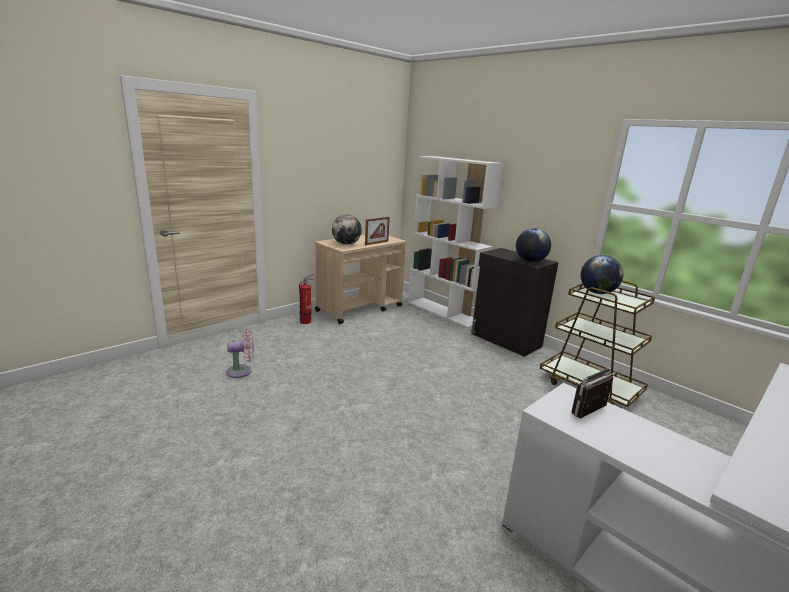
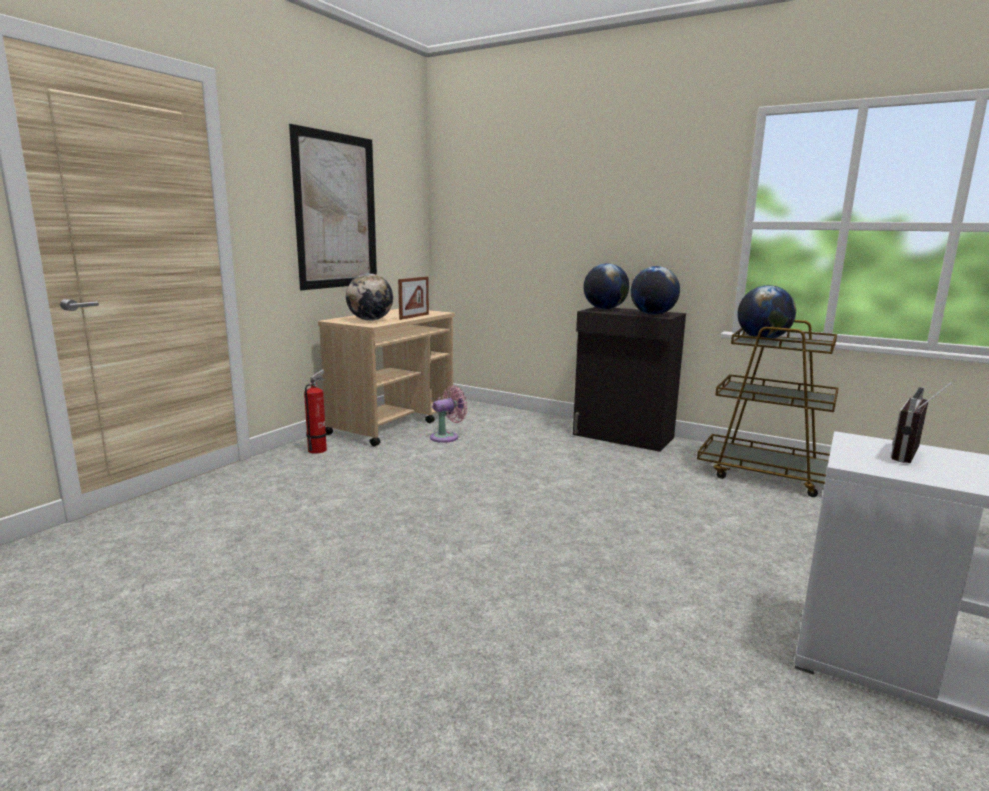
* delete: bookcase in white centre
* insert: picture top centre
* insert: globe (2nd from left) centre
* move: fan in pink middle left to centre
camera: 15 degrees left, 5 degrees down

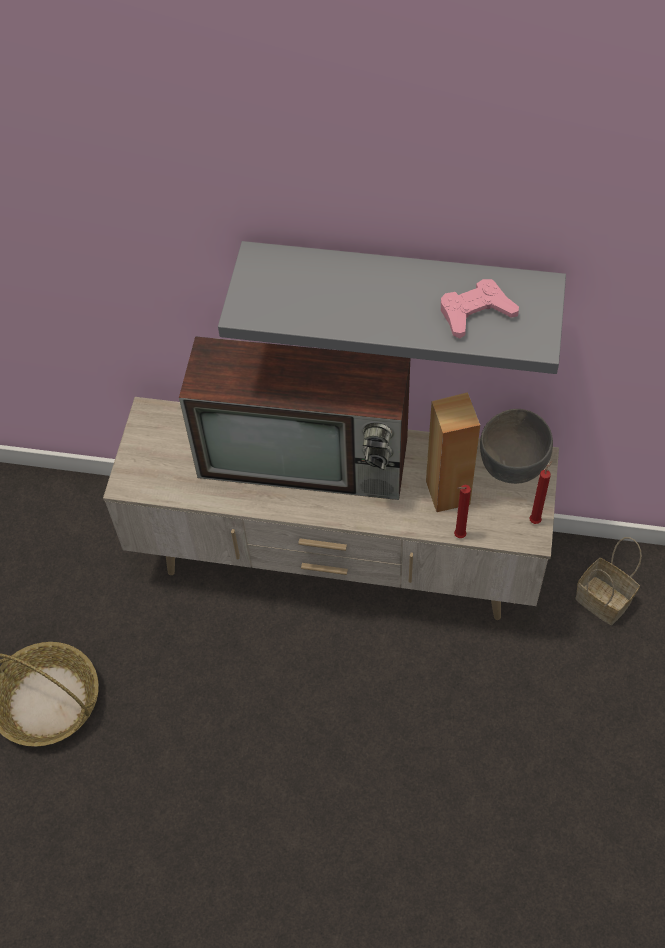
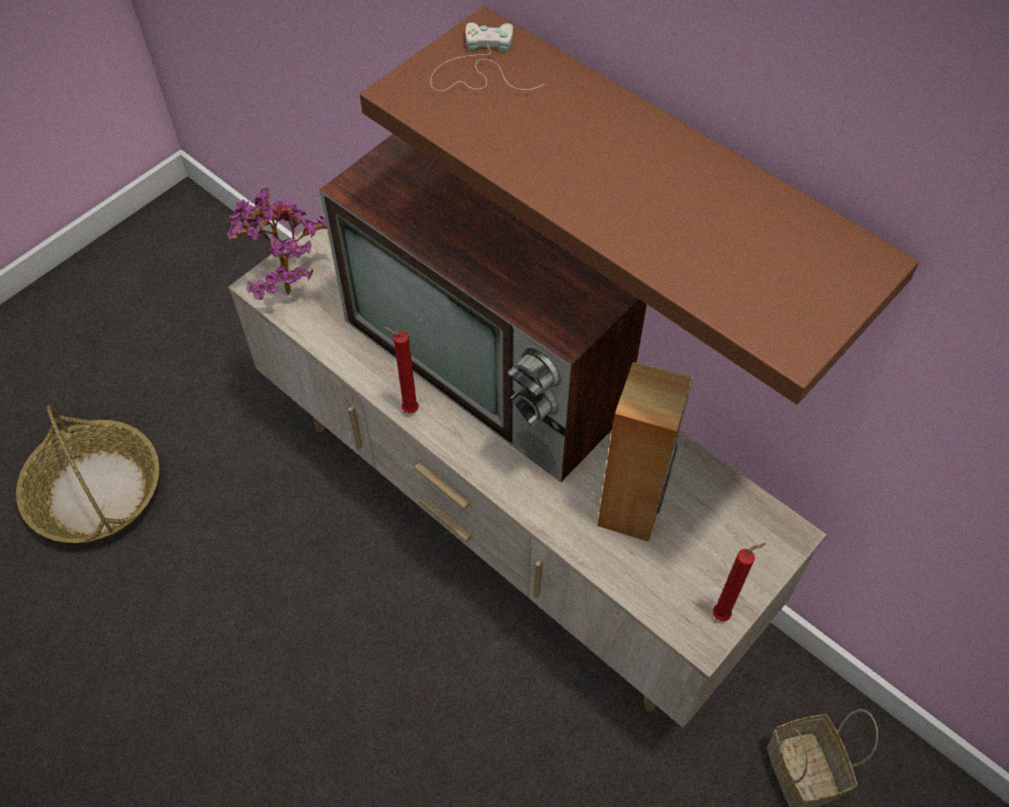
* delete: game controller in pink top right
* delete: bowl in grey middle right
* insert: potted plant top left
* insert: game controller in white top centre
* move: candle in red (1st from left) middle right to centre
* recolor: shelf in grey top centre to shelf in brown top centre
camera: 30 degrees right, 0 degrees up

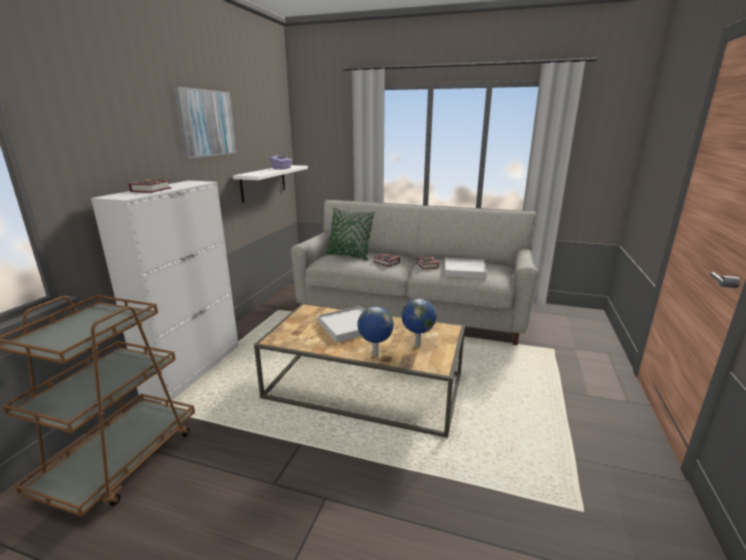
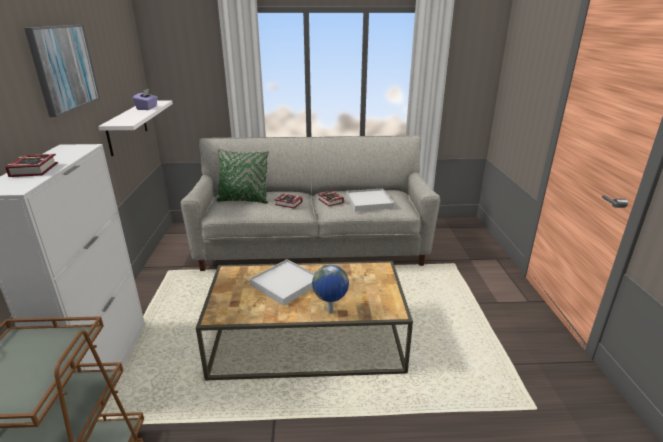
* delete: globe (2nd from left) centre
camera: 20 degrees left, 5 degrees up

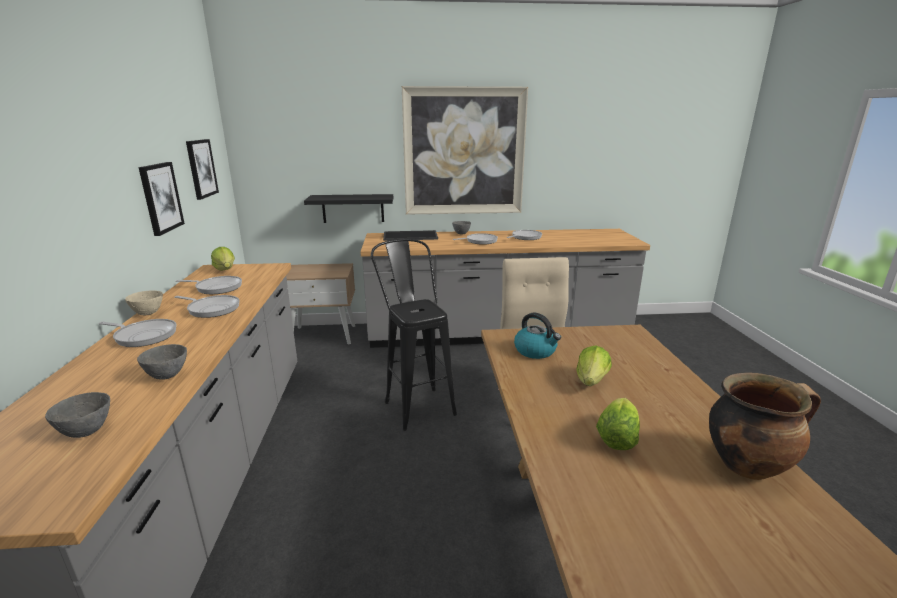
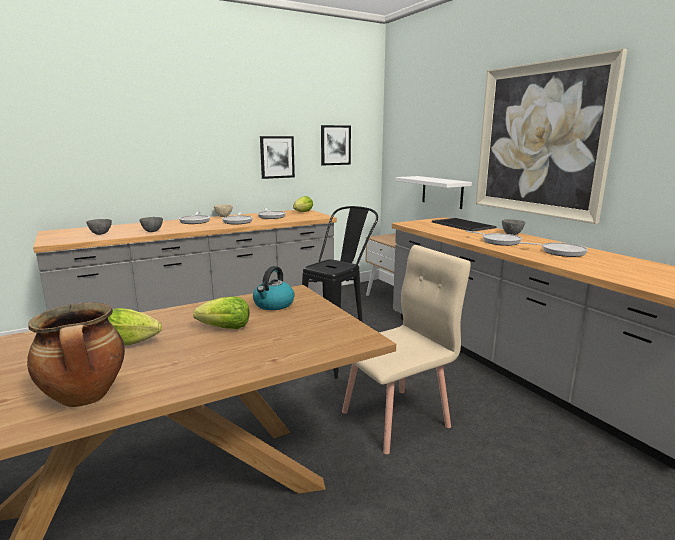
* recolor: shelf in black centre to shelf in white centre
camera: 65 degrees right, 5 degrees down

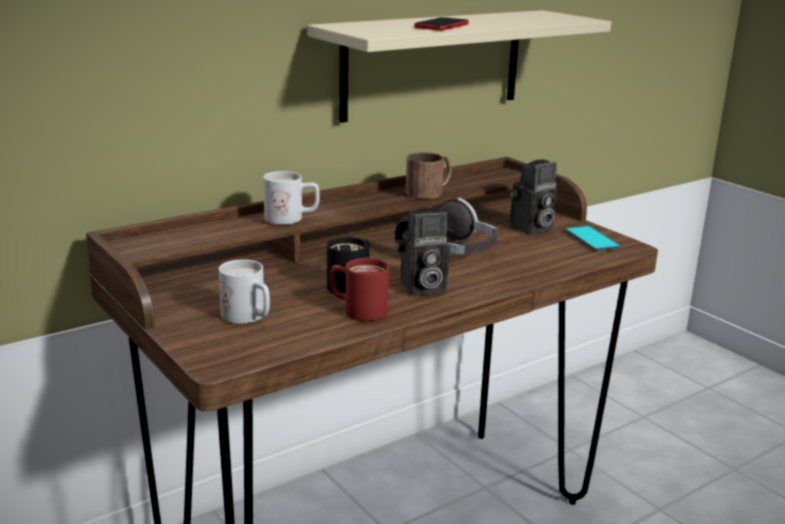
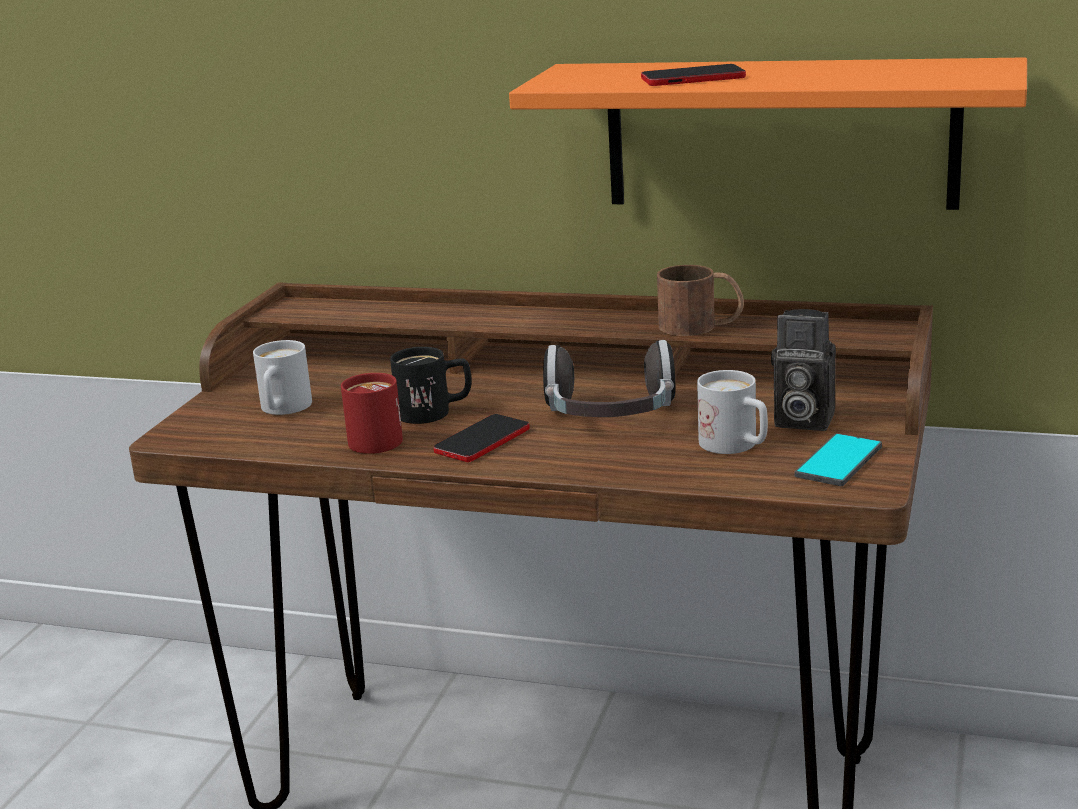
* move: mug in white (2nd from left) centre to middle right
* replace: photo camera (1st from left) centre to phone (1st from left) centre
* recolor: shelf in beige top centre to shelf in orange top right
camera: 55 degrees right, 0 degrees up

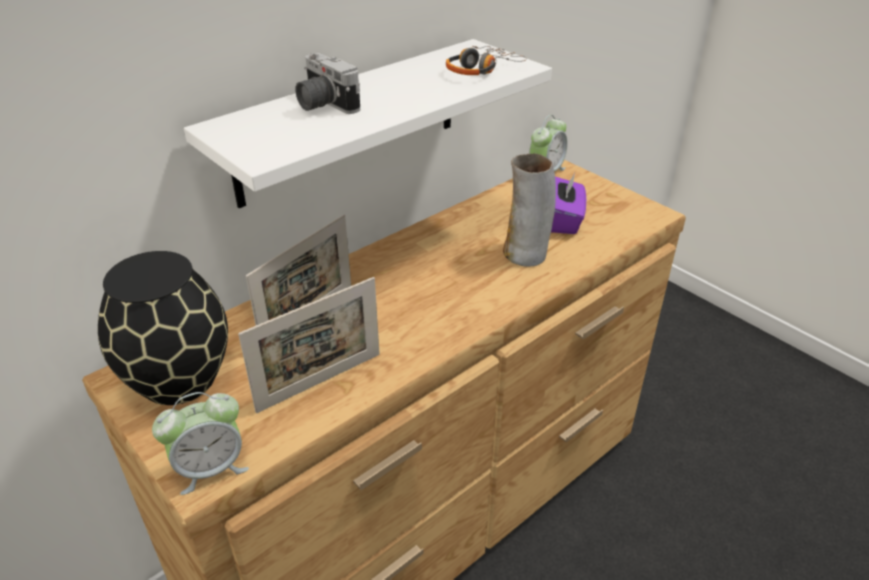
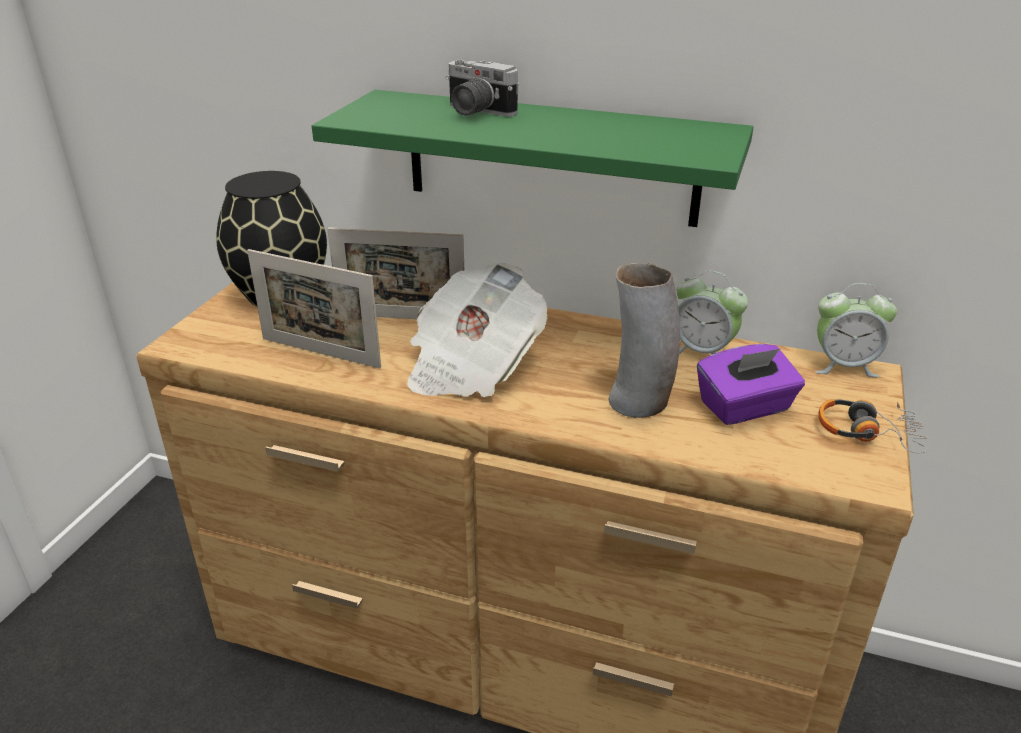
* insert: newspaper centre
* move: alarm clock (1st from left) bottom left to middle right
* move: headphones top centre to middle right
* recolor: shelf in white top centre to shelf in green top centre
* rotate: photo camera top centre = top centre 75 degrees counterclockwise
camera: 60 degrees right, 5 degrees down

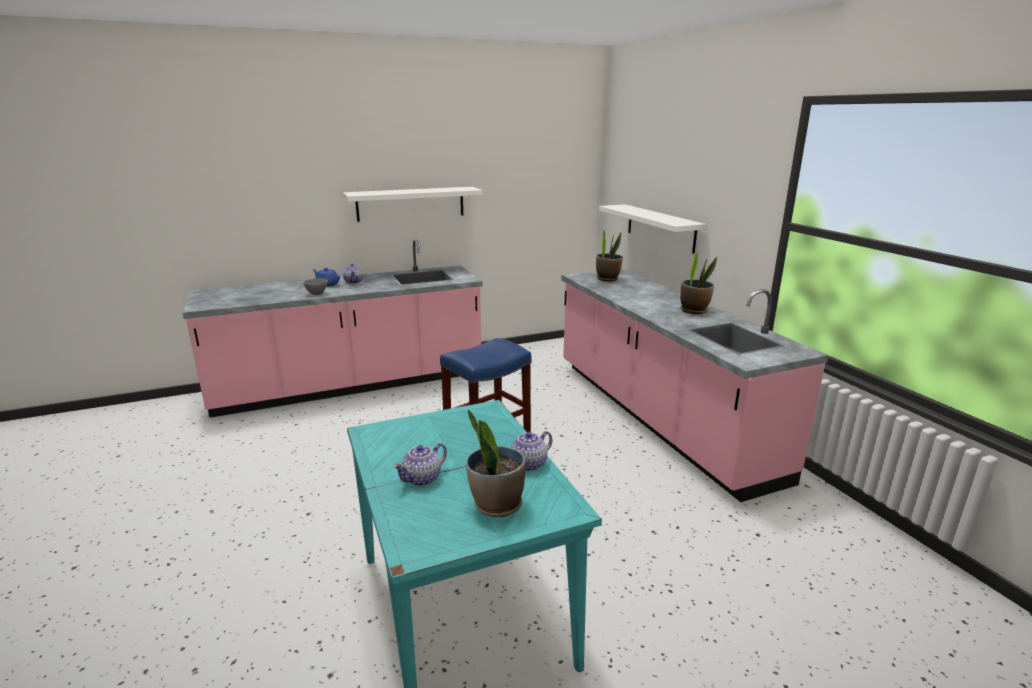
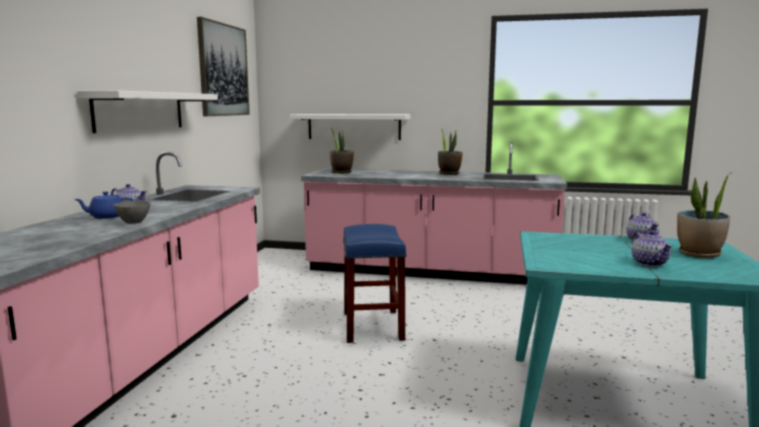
* insert: picture top left
camera: 55 degrees left, 10 degrees down

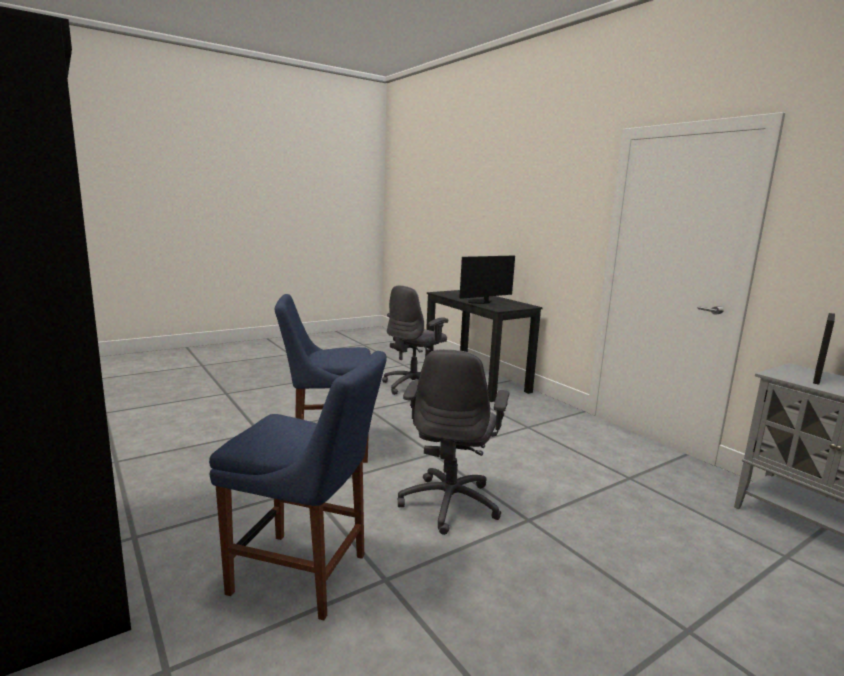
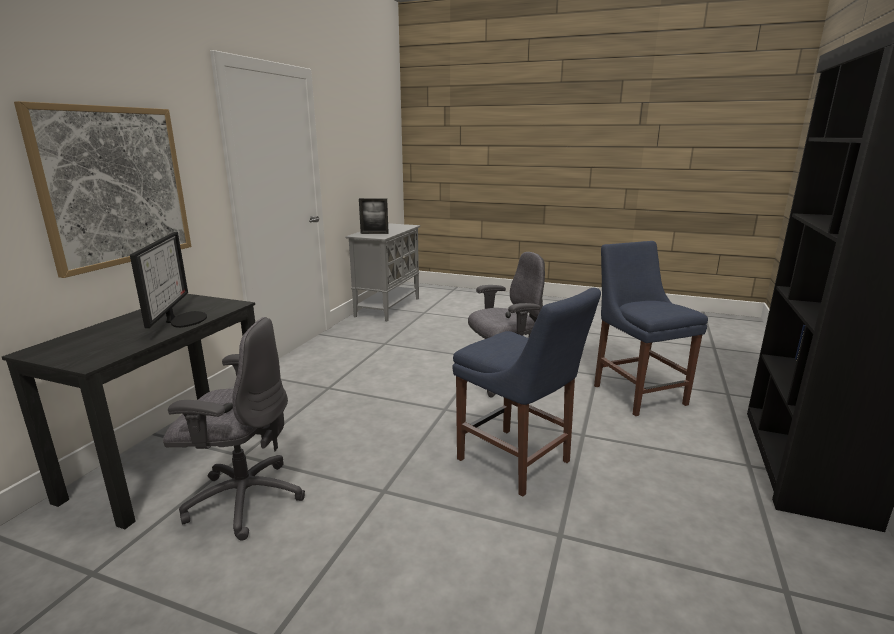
* insert: picture top left
* rotate: monitor centre = middle left 120 degrees counterclockwise
camera: 125 degrees left, 5 degrees up

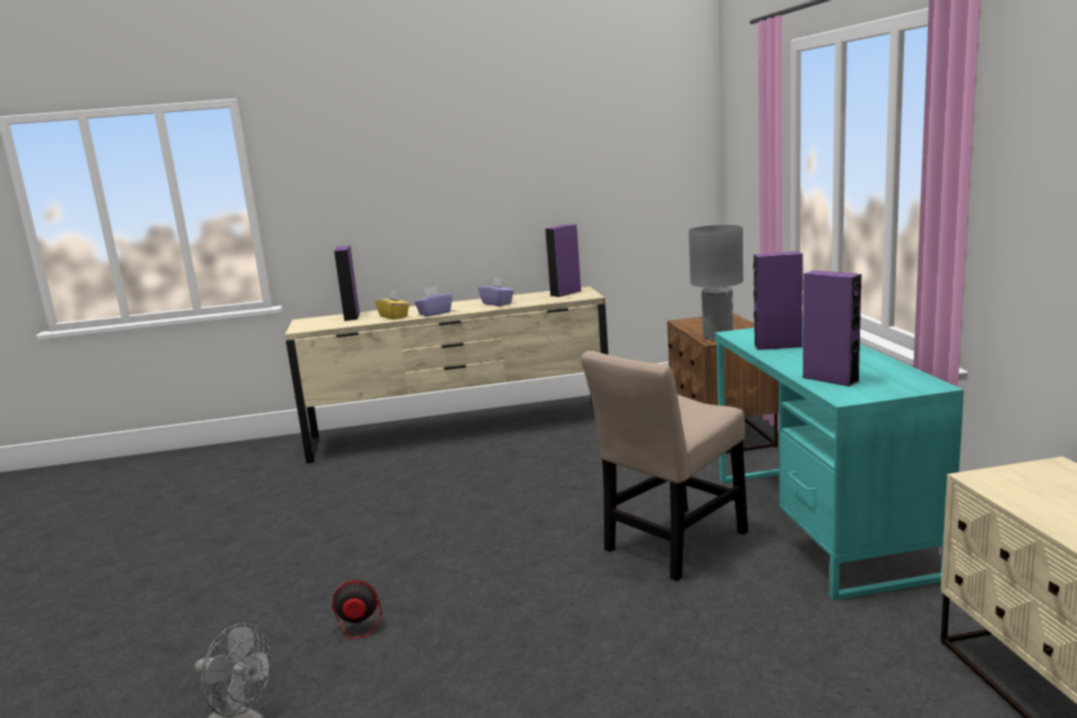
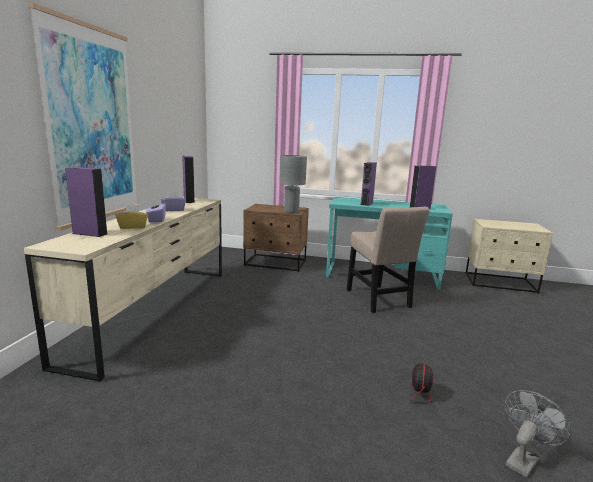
* insert: picture top left
camera: 70 degrees left, 0 degrees up

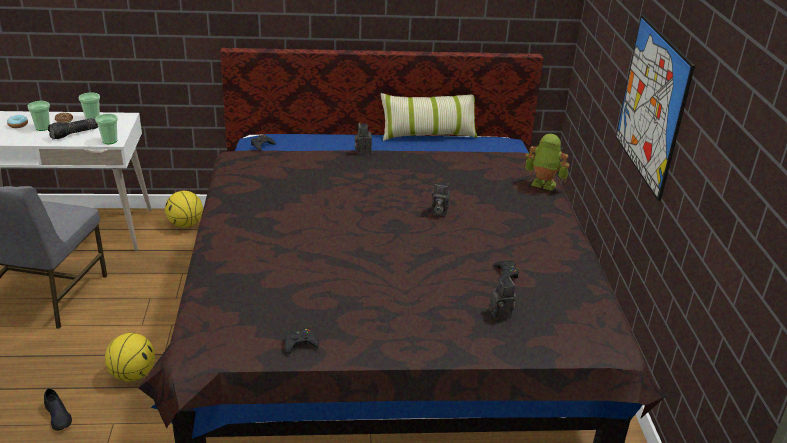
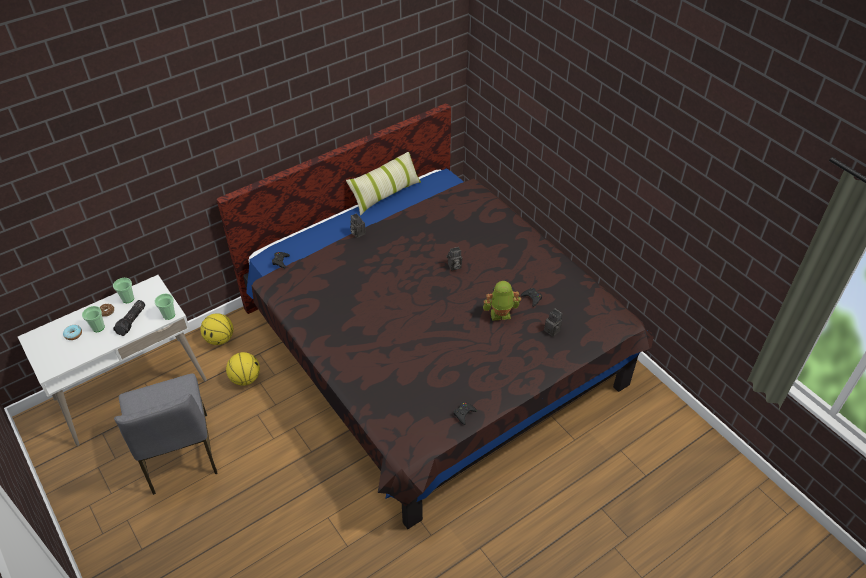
* delete: shoe in black bottom left
* delete: picture top right
* move: basketball (1st from left in the first image) bottom left to basketball (2nd from left) middle left
* move: toy robot middle right to centre
camera: 30 degrees left, 15 degrees up

